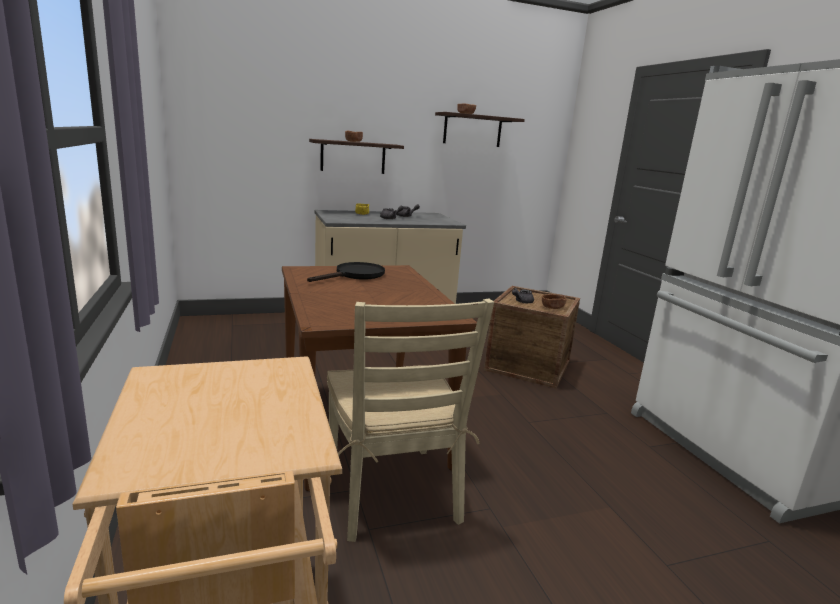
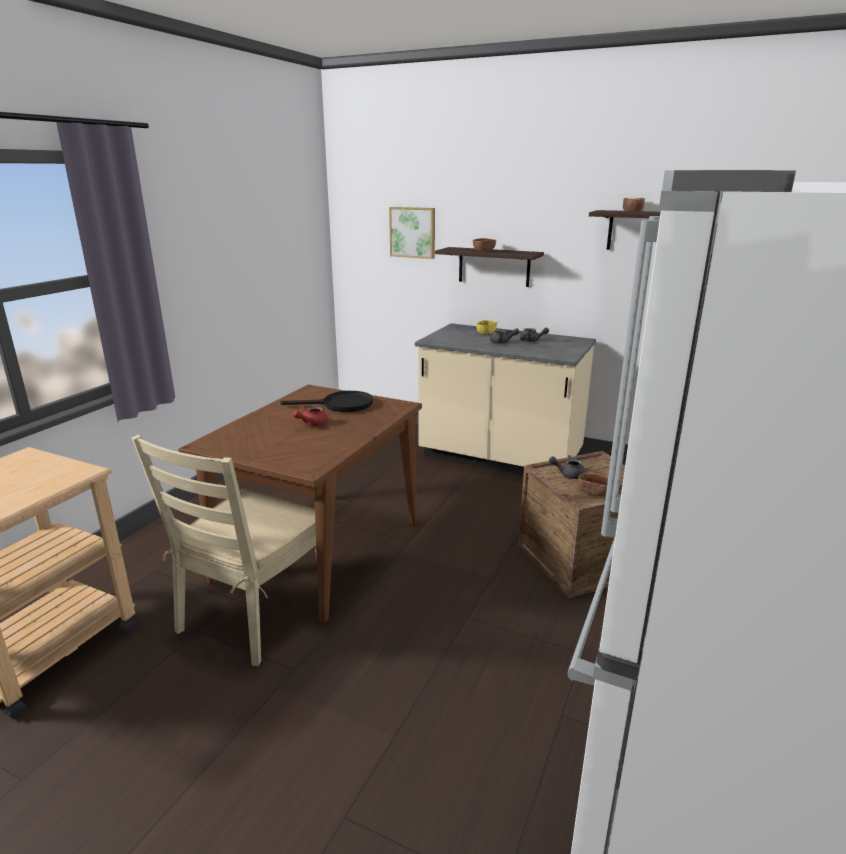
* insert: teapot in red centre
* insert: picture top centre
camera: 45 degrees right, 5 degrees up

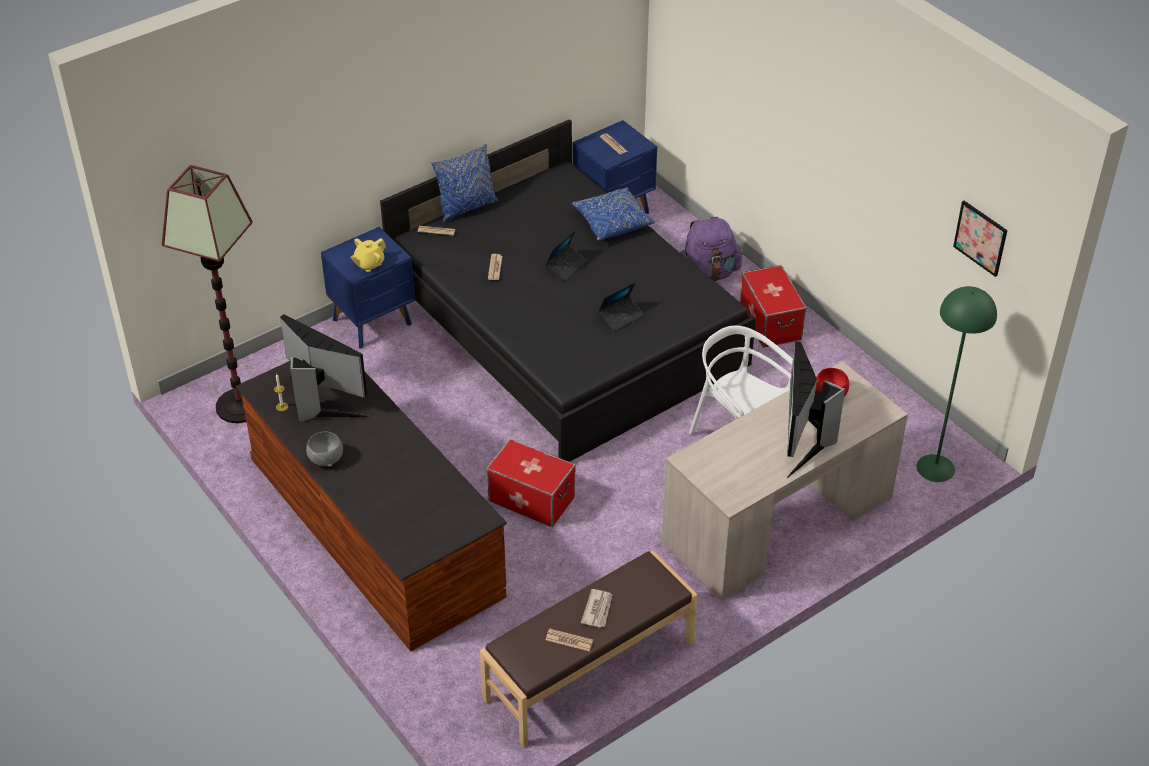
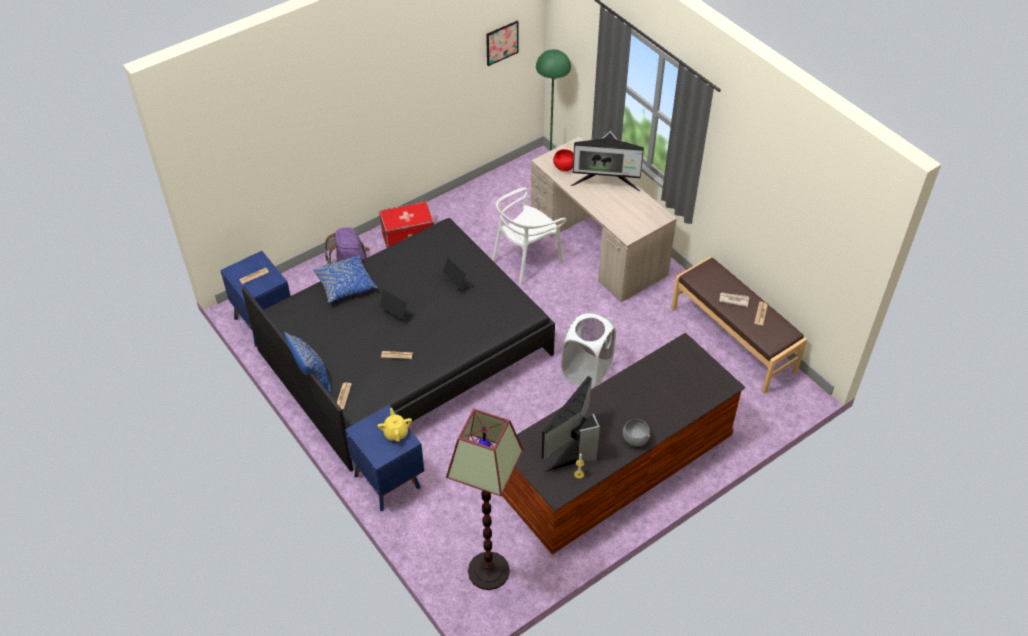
* replace: storage box (1st from left) centre to laundry basket in white centre
* rotate: teapot in yellow top left = bottom centre 150 degrees counterclockwise
camera: 90 degrees left, 5 degrees up

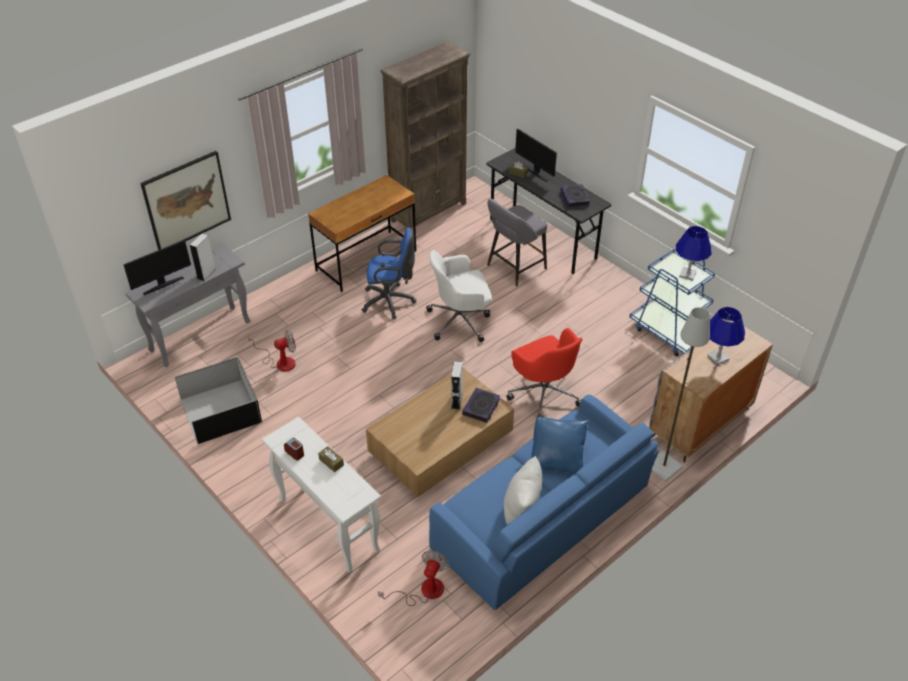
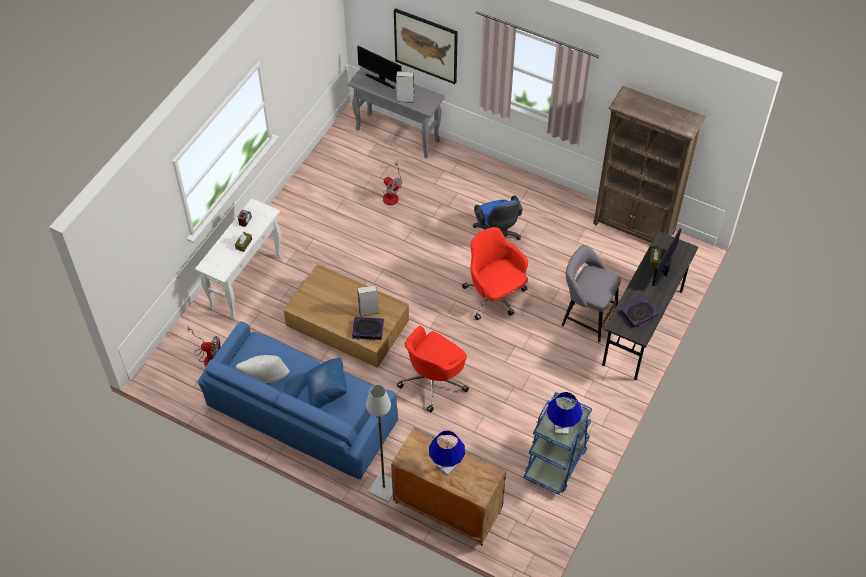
* delete: storage box in black middle left
* delete: desk in brown centre
* recolor: office chair in white centre to office chair in red (2nd from left) centre
camera: 70 degrees right, 10 degrees up

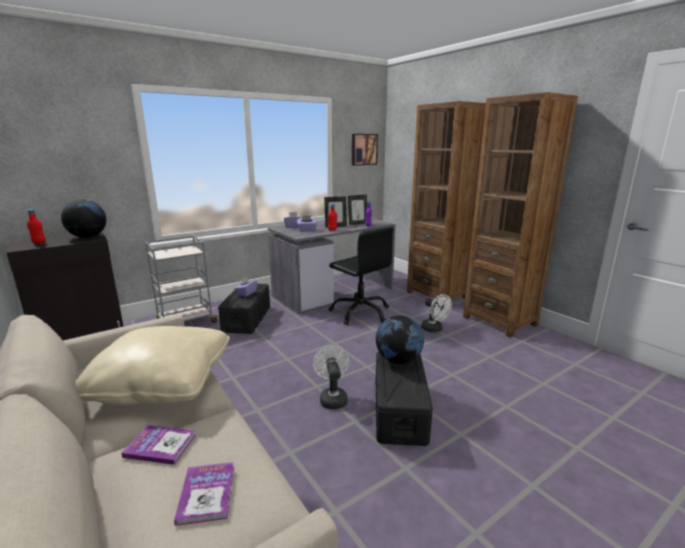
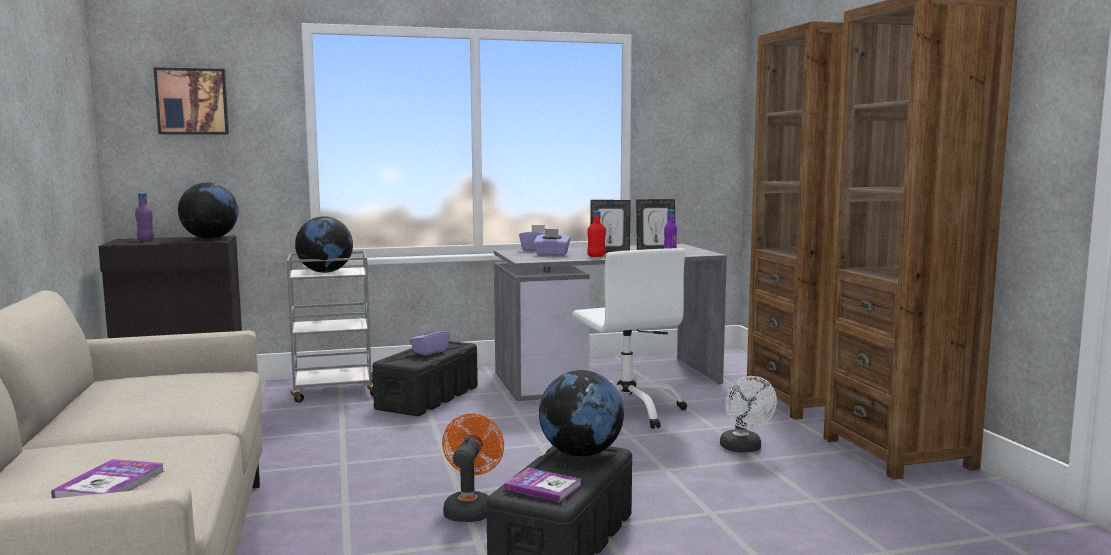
* delete: pillow in beige bottom left
* insert: globe (2nd from left) middle left
* move: book (1st from left in the first image) bottom left to book (2nd from left) bottom centre
* move: picture top centre to top left
* recolor: bottle in red (1st from left) middle left to bottle in purple (1st from left) middle left
* recolor: fan in white (1st from left) bottom centre to fan in orange bottom centre
* recolor: office chair in black centre to office chair in white centre
camera: 20 degrees right, 10 degrees down

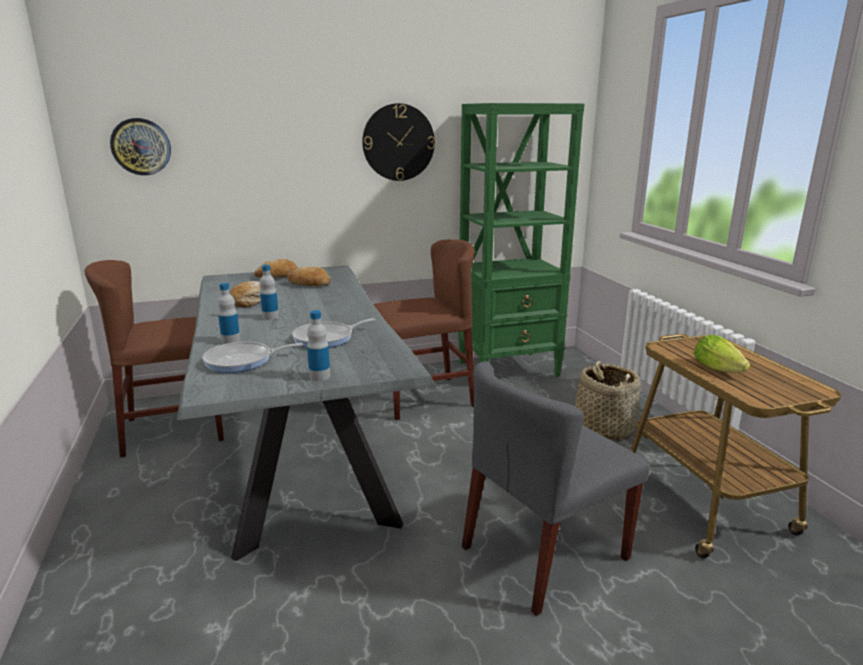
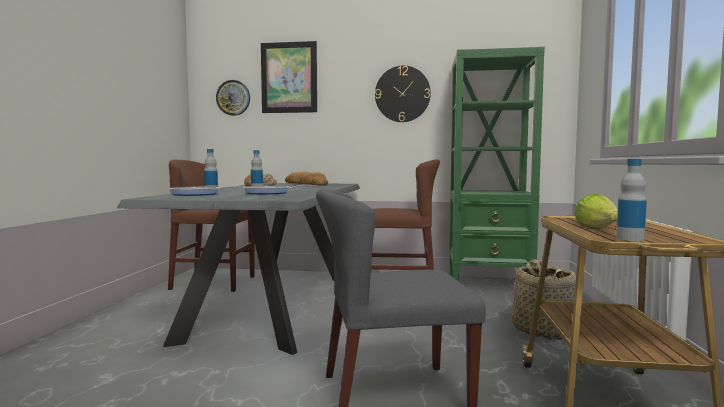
* insert: picture top centre
* move: bottle (3rd from left) centre to middle right
camera: 25 degrees right, 15 degrees down

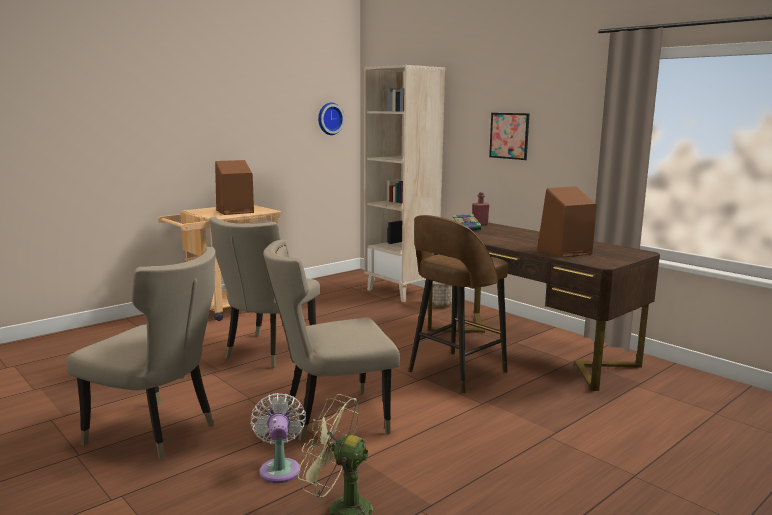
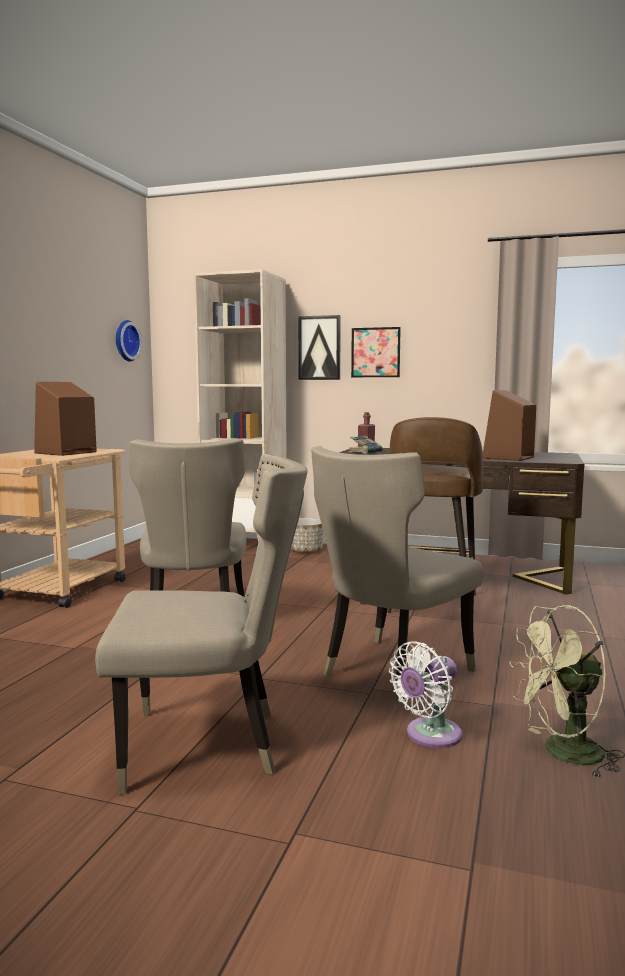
* insert: picture (1st from left) centre
* rotate: fan in white bottom centre = bottom right 90 degrees counterclockwise
camera: 30 degrees left, 5 degrees down

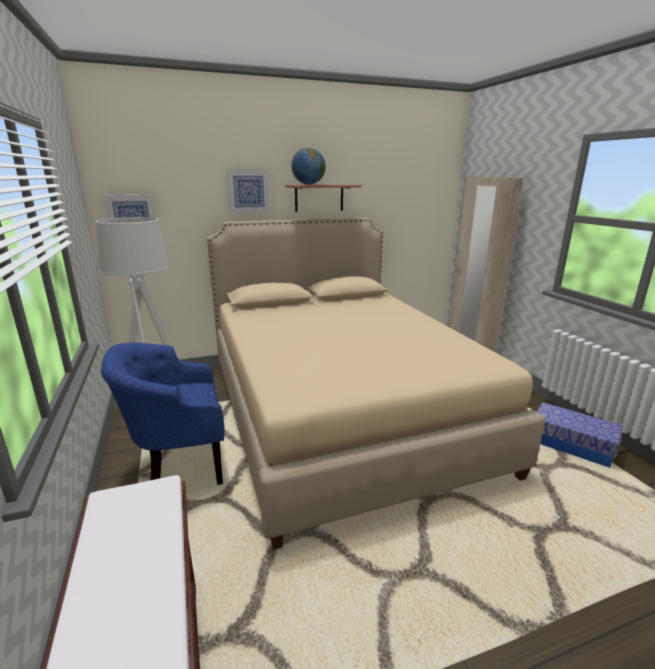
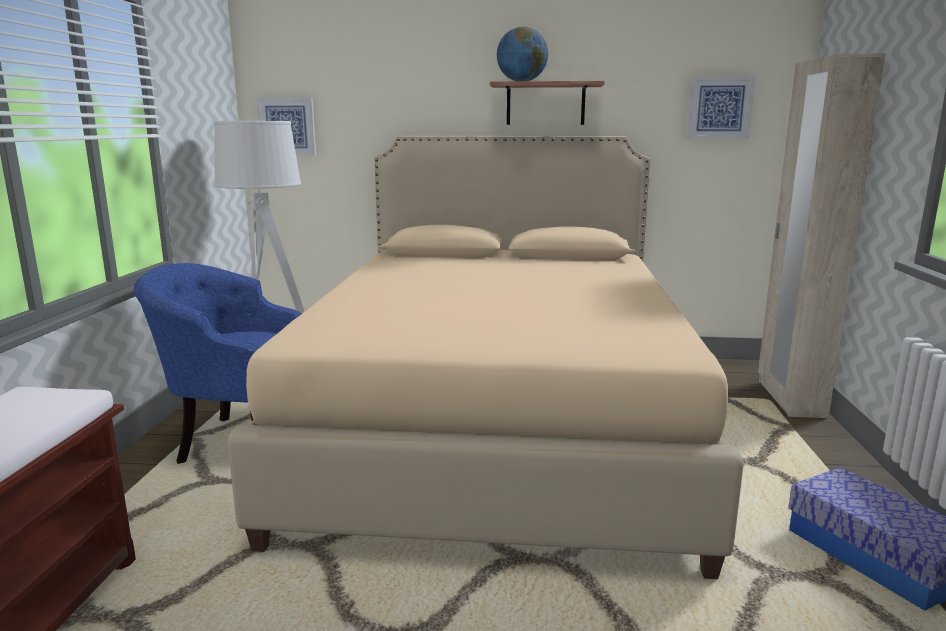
* move: picture (2nd from left) top centre to top right
camera: 25 degrees right, 5 degrees down

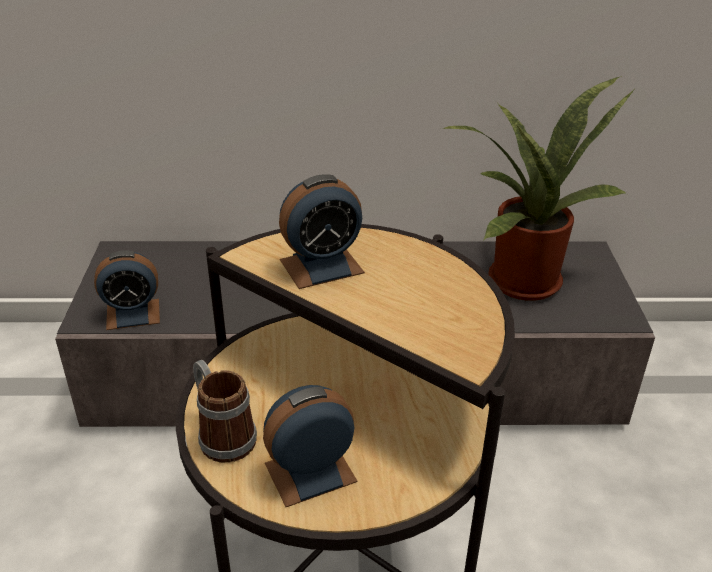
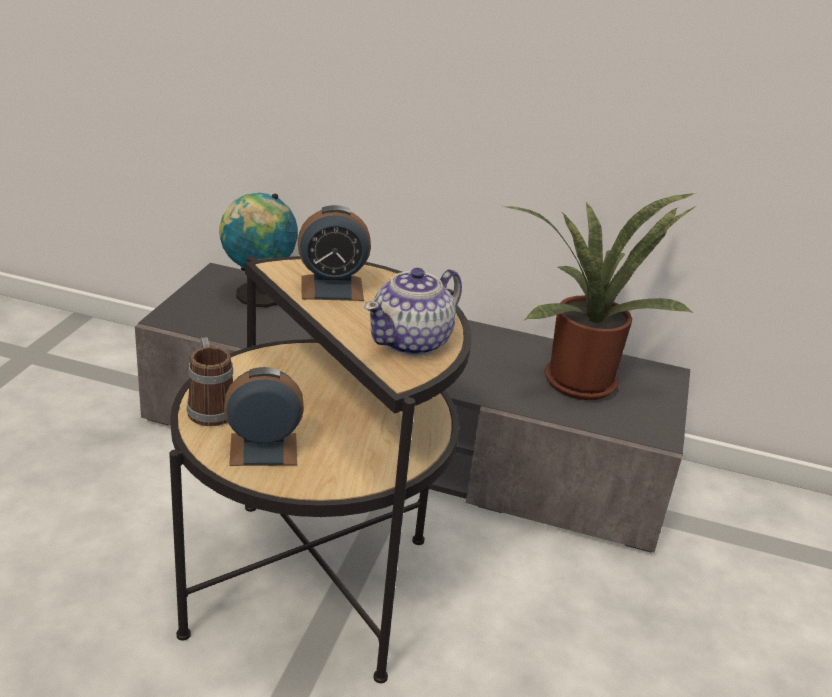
* delete: alarm clock (1st from left) middle left
* insert: globe middle left
* insert: teapot centre
camera: 15 degrees right, 5 degrees down

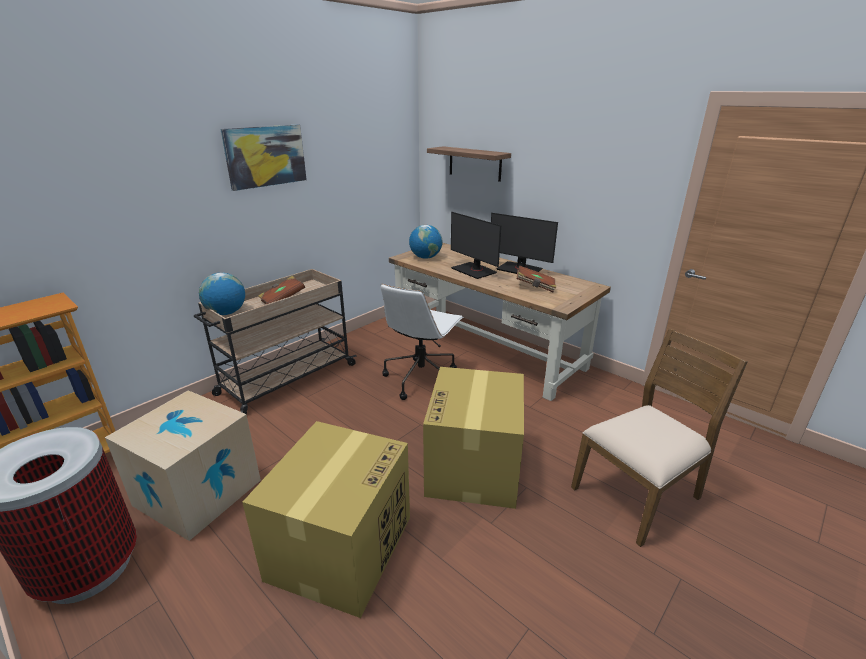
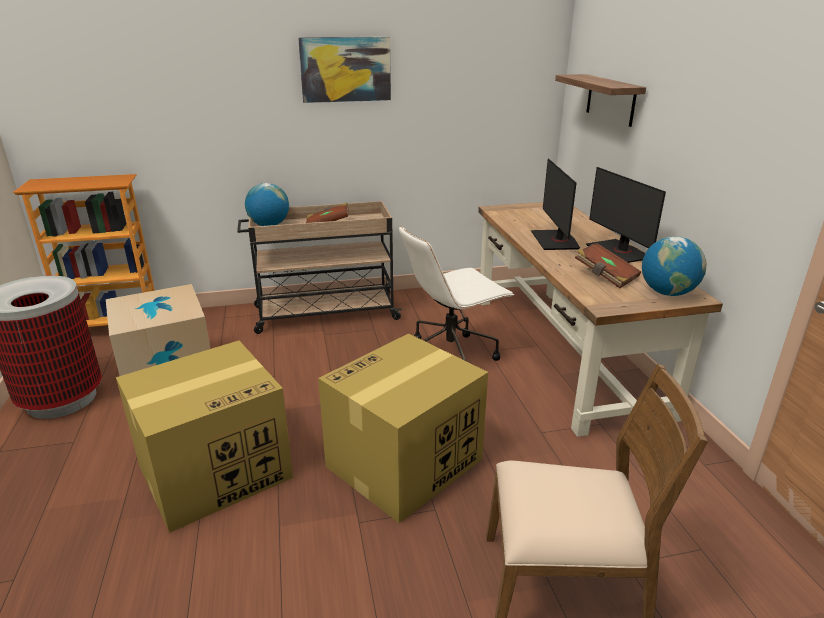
* move: globe (2nd from left) centre to middle right
camera: 35 degrees right, 0 degrees up

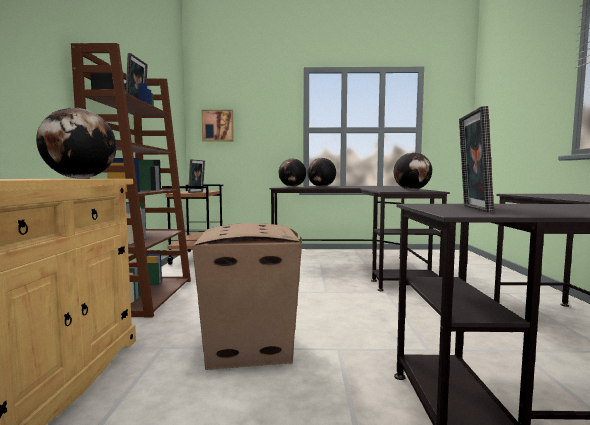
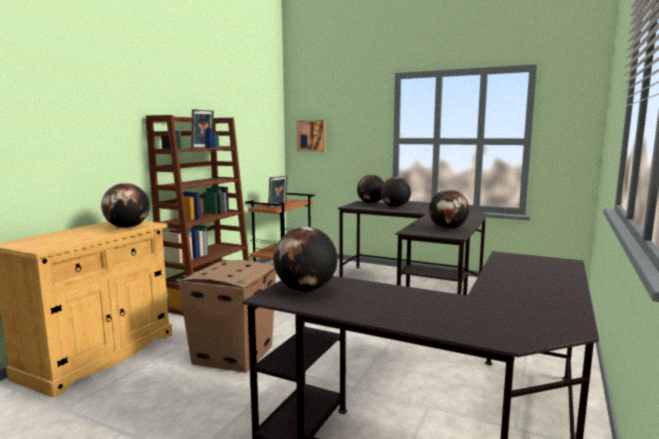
* replace: picture frame (3rd from left) middle right to globe (2nd from left) centre
camera: 25 degrees right, 5 degrees up

